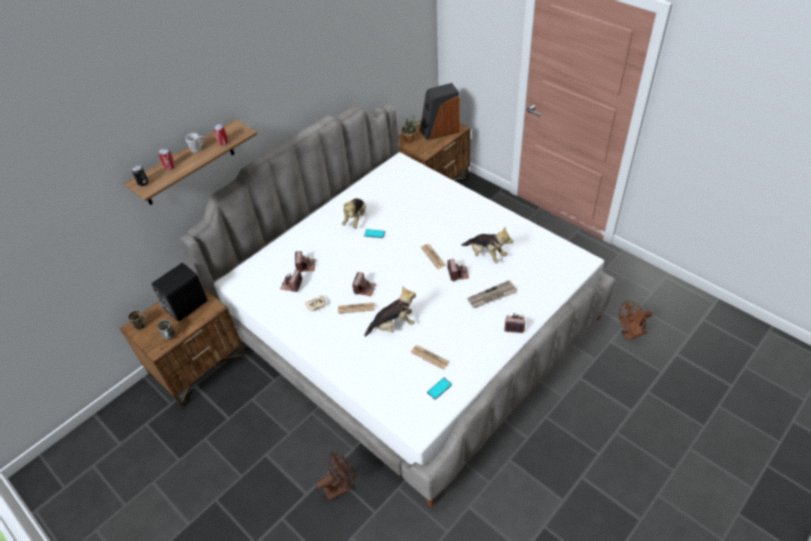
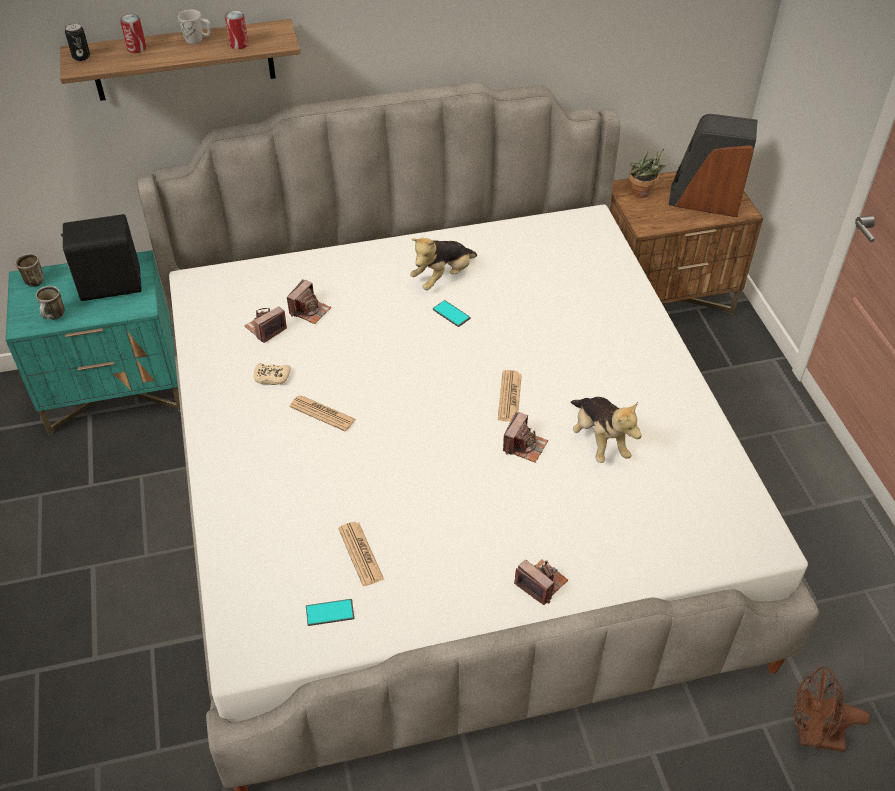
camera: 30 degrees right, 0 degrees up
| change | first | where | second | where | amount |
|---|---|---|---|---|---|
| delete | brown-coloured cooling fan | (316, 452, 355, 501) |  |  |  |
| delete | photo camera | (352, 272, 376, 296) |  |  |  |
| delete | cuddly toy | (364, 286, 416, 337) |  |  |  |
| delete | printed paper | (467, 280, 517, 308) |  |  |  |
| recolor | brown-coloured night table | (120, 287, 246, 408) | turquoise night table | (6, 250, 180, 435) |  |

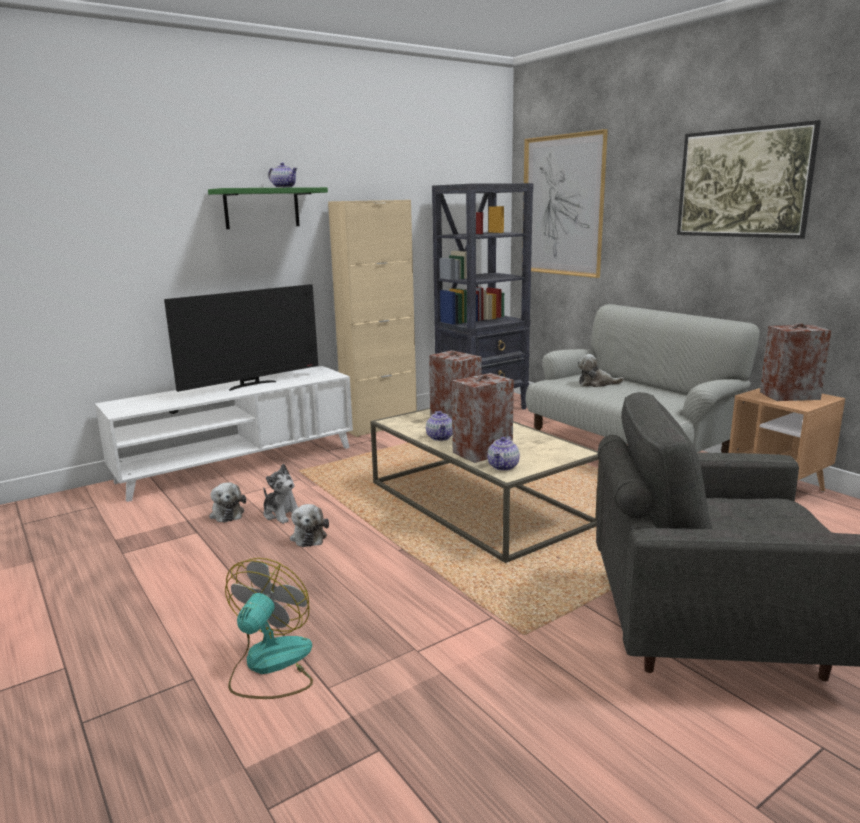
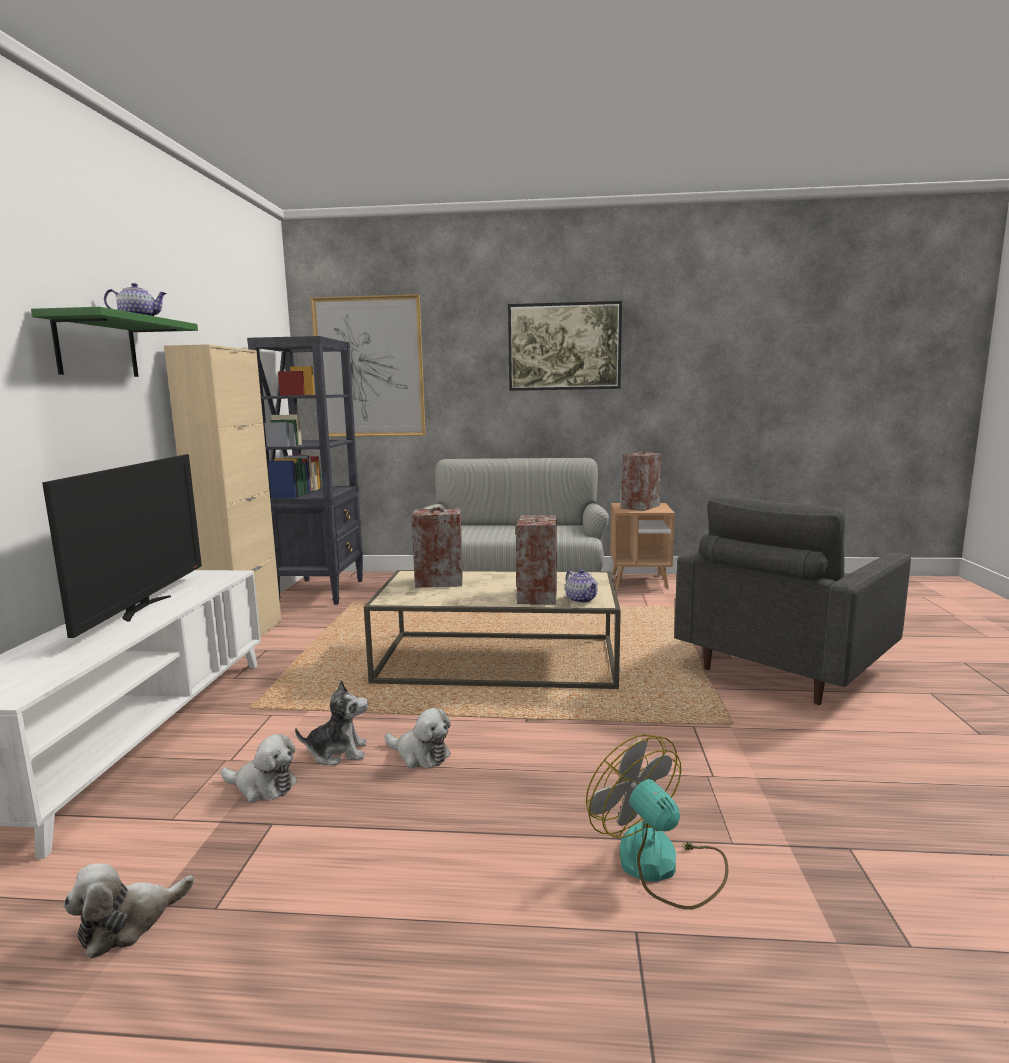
camera: 50 degrees left, 5 degrees down
| change | first | where | second | where | amount |
|---|---|---|---|---|---|
| delete | teapot | (426, 411, 452, 441) |  |  |  |
| move | cuddly toy | (577, 354, 624, 387) |  | (63, 863, 194, 959) |  |

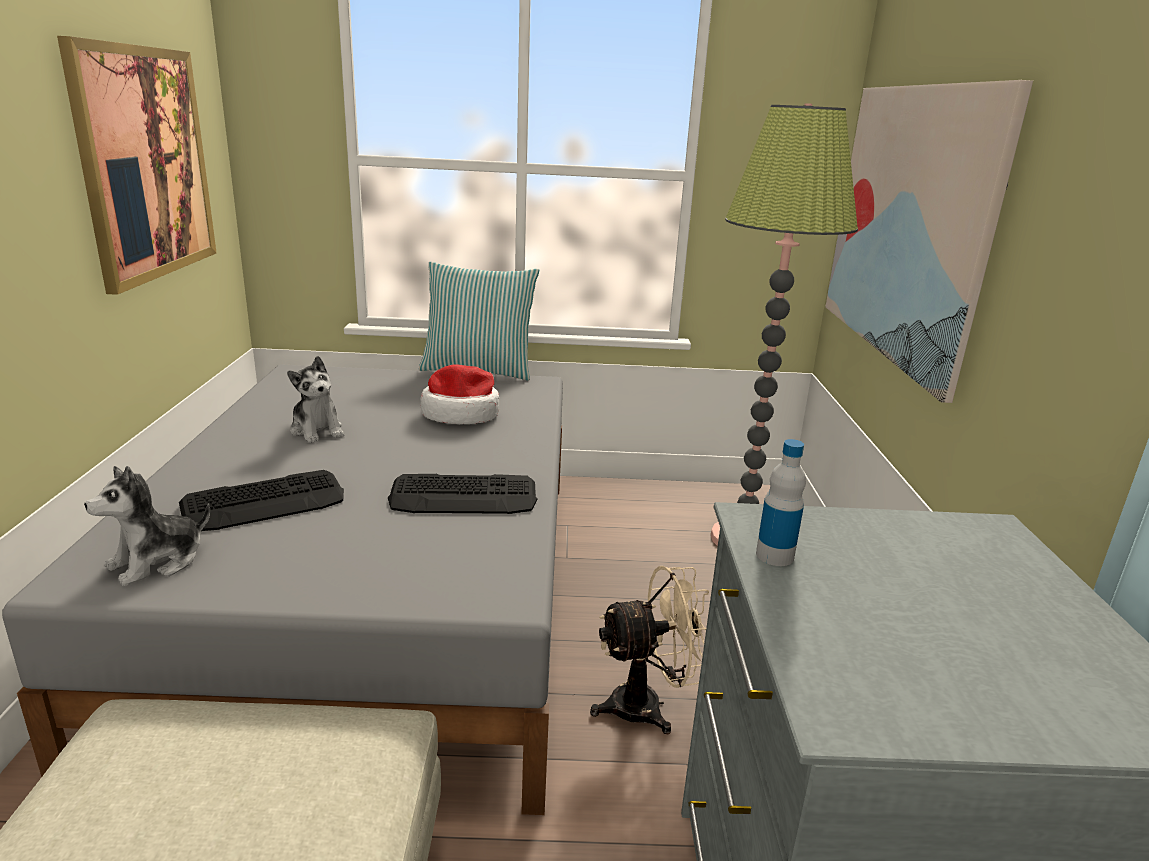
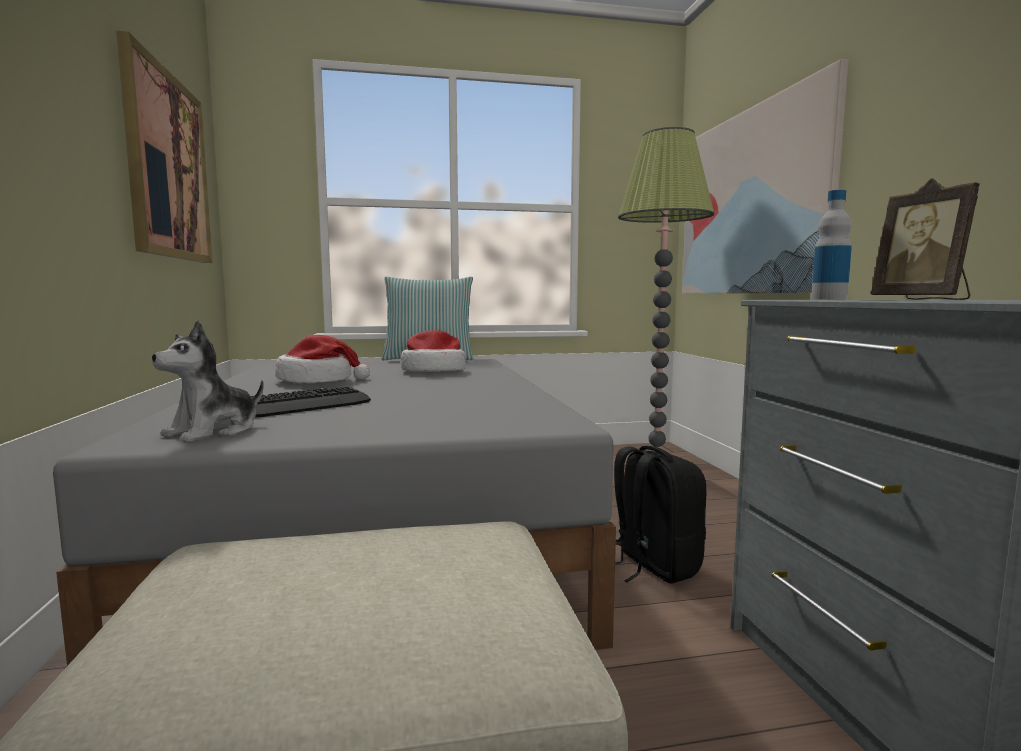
camera: 10 degrees left, 15 degrees down
| change | first | where | second | where | amount |
|---|---|---|---|---|---|
| delete | PC keyboard | (388, 474, 537, 514) |  |  |  |
| insert |  |  | standing frame | (871, 178, 980, 300) |  |
| replace | cuddly toy | (287, 356, 344, 443) | hat | (275, 335, 370, 383) |  |
| replace | sand-coloured cooling fan | (590, 566, 709, 735) | black-coloured rucksack | (614, 446, 706, 584) |  |

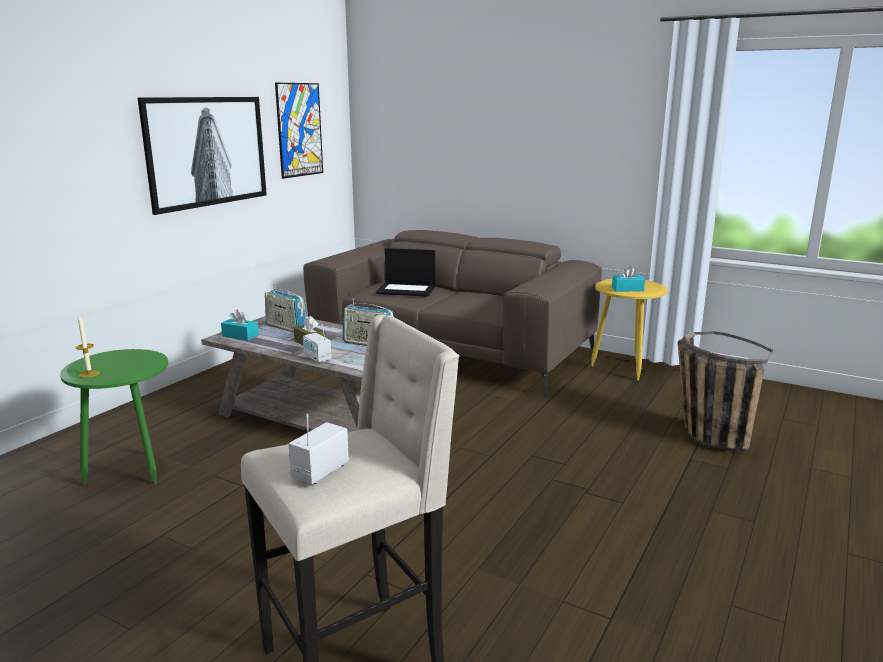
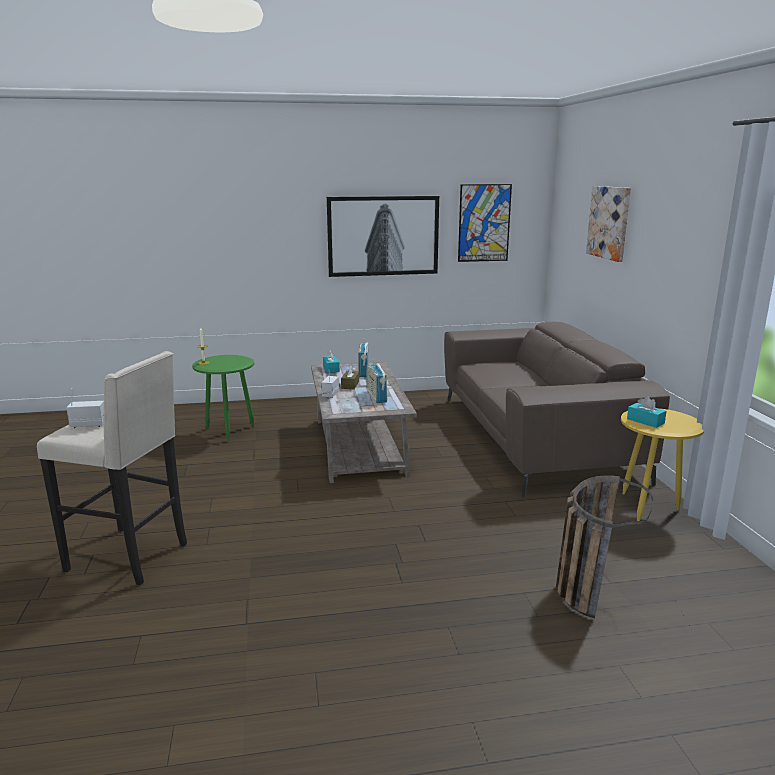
camera: 50 degrees right, 0 degrees up
| change | first | where | second | where | amount |
|---|---|---|---|---|---|
| delete | notebook computer | (376, 248, 435, 297) |  |  |  |
| insert |  |  | picture | (586, 186, 631, 262) |  |

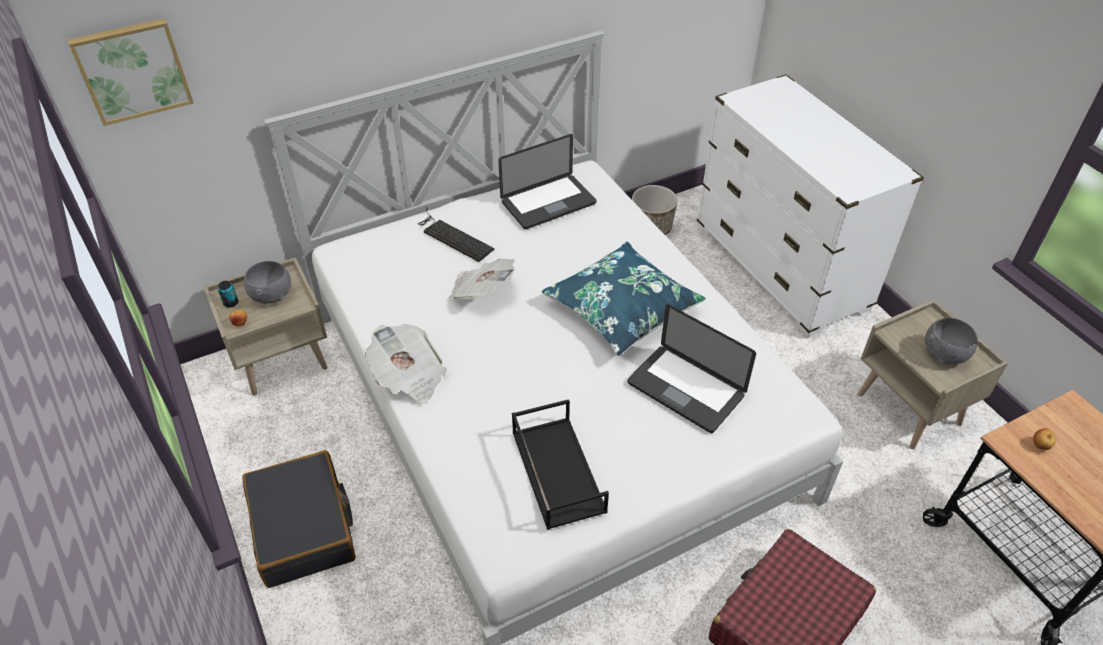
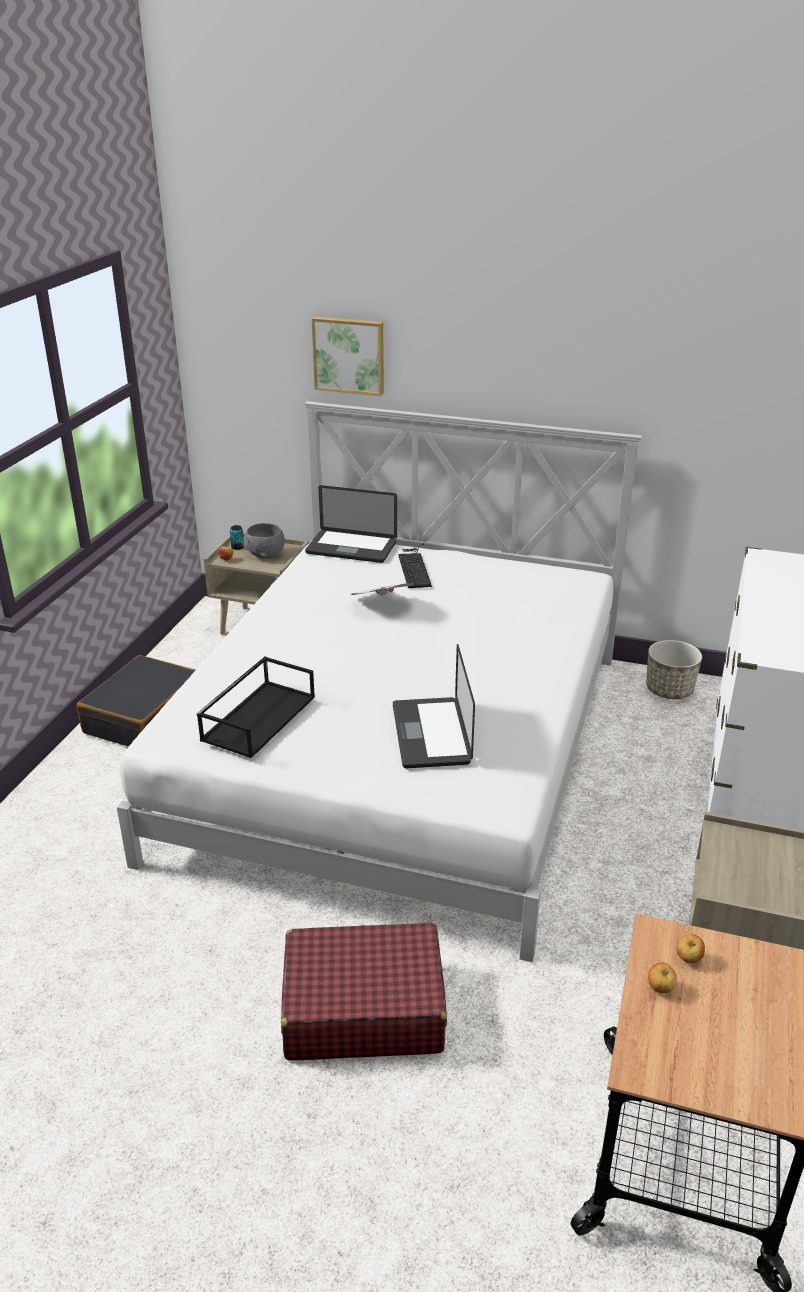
camera: 45 degrees right, 15 degrees down
| change | first | where | second | where | amount |
|---|---|---|---|---|---|
| delete | printed paper | (365, 324, 447, 404) |  |  |  |
| delete | blue-coloured cushion | (542, 242, 706, 356) |  |  |  |
| delete | grey serving bowl | (925, 318, 978, 364) |  |  |  |
| insert |  |  | apple fruit | (648, 963, 676, 993) |  |
| move | picture | (68, 18, 194, 126) |  | (312, 316, 384, 396) |  |
| move | notebook computer | (498, 134, 596, 229) |  | (305, 485, 397, 563) |  |

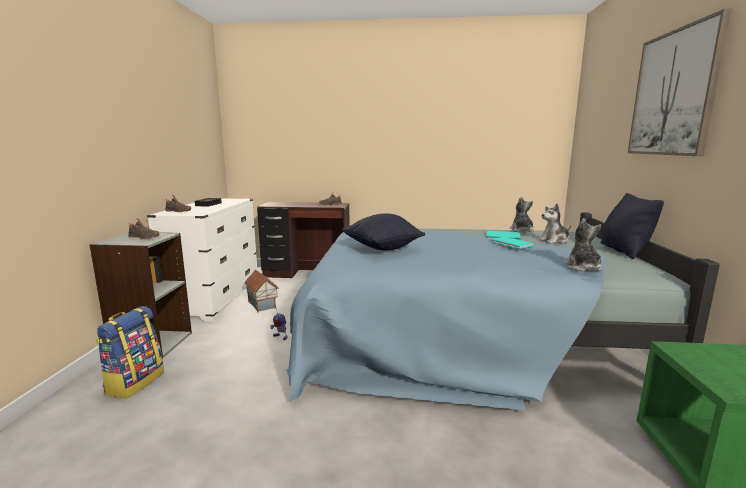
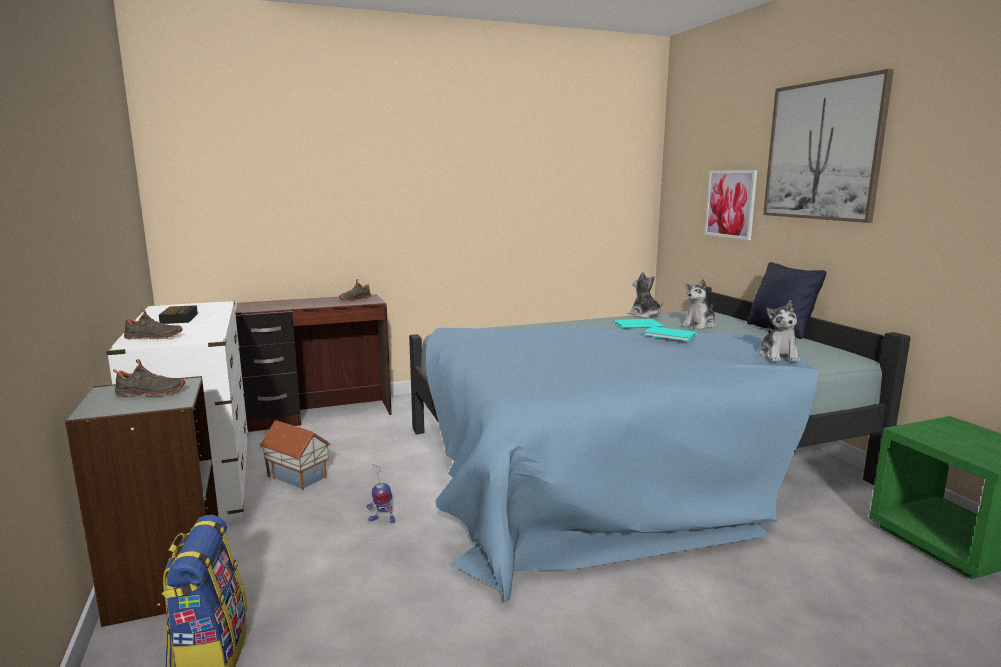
camera: 25 degrees left, 0 degrees up
| change | first | where | second | where | amount |
|---|---|---|---|---|---|
| delete | black-coloured cushion | (342, 213, 425, 250) |  |  |  |
| insert |  |  | picture | (705, 170, 757, 240) |  |
| rotate | cuddly toy | (564, 218, 601, 271) |  | (759, 300, 800, 362) | 150 degrees counterclockwise |

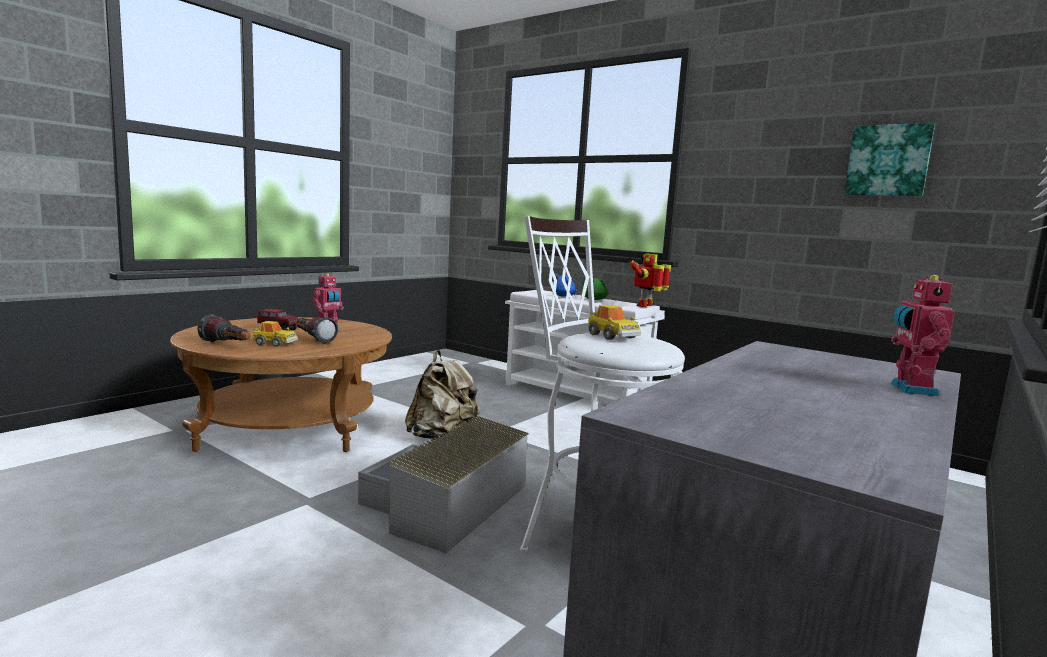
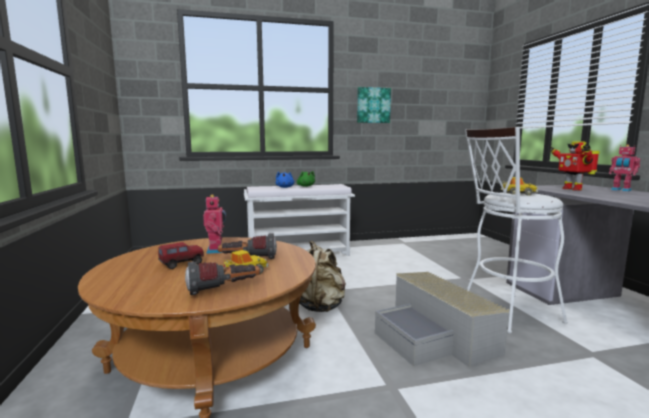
camera: 50 degrees left, 0 degrees up
| change | first | where | second | where | amount |
|---|---|---|---|---|---|
| move | model robot | (629, 254, 671, 307) |  | (550, 142, 600, 191) |  |
| move | picture | (844, 123, 935, 196) |  | (357, 87, 391, 123) |  |

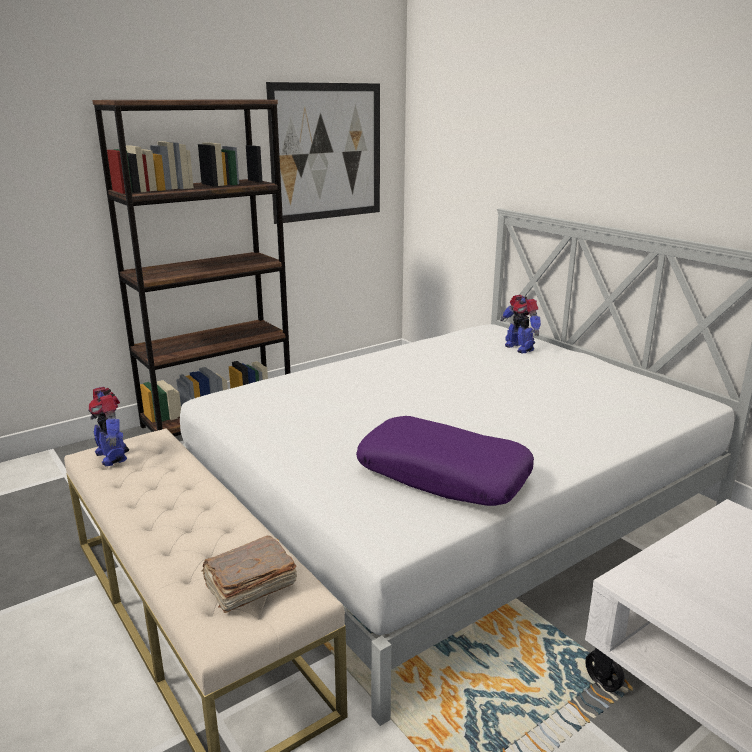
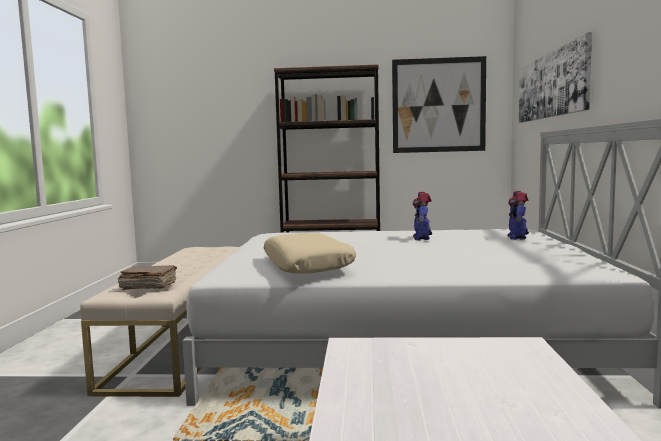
camera: 40 degrees right, 15 degrees down
| change | first | where | second | where | amount |
|---|---|---|---|---|---|
| insert |  |  | picture | (519, 32, 592, 123) |  |
| move | model robot | (88, 387, 129, 466) |  | (413, 192, 432, 240) |  |
| recolor | purplish cushion | (356, 416, 534, 506) | sand-coloured cushion | (264, 233, 356, 274) |  |

